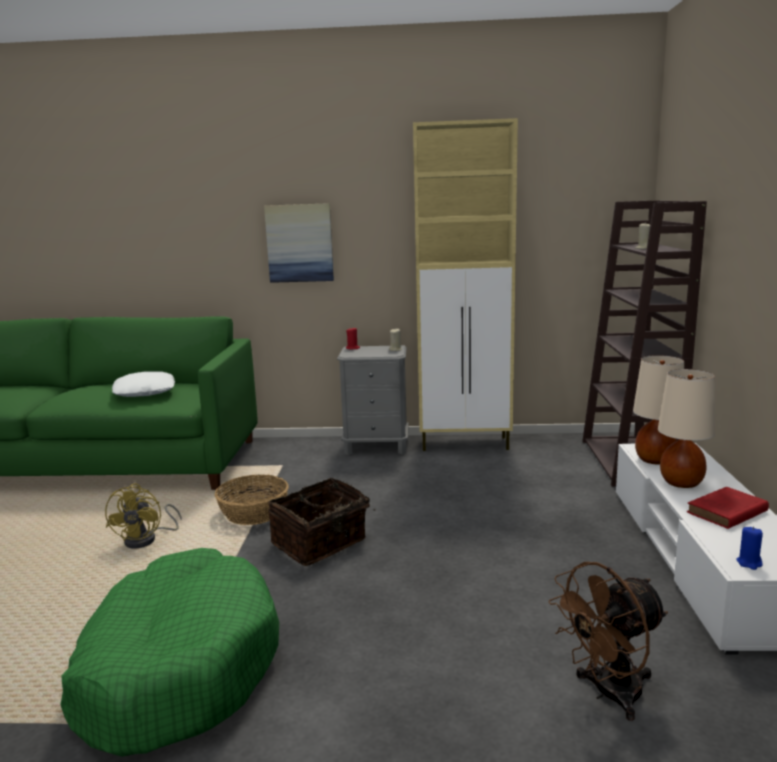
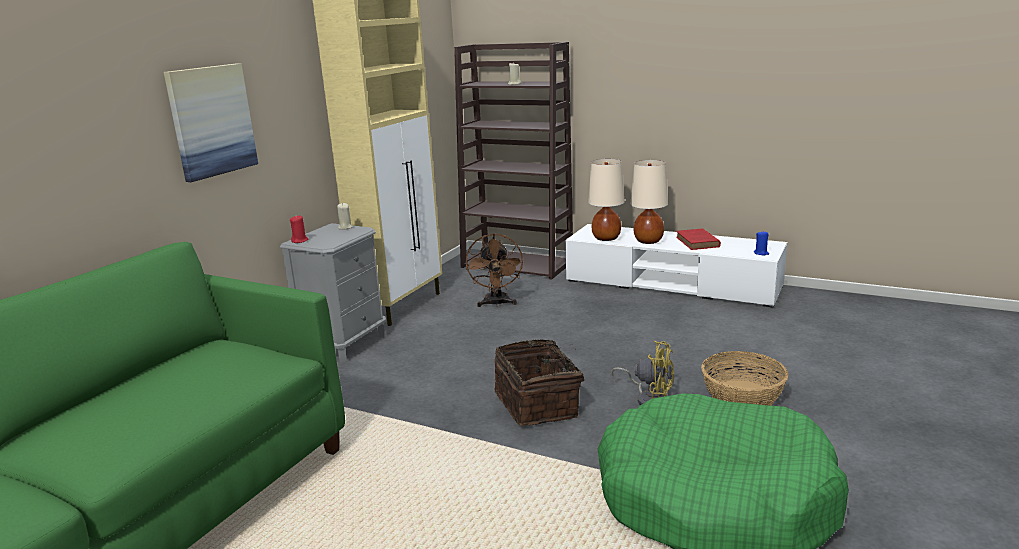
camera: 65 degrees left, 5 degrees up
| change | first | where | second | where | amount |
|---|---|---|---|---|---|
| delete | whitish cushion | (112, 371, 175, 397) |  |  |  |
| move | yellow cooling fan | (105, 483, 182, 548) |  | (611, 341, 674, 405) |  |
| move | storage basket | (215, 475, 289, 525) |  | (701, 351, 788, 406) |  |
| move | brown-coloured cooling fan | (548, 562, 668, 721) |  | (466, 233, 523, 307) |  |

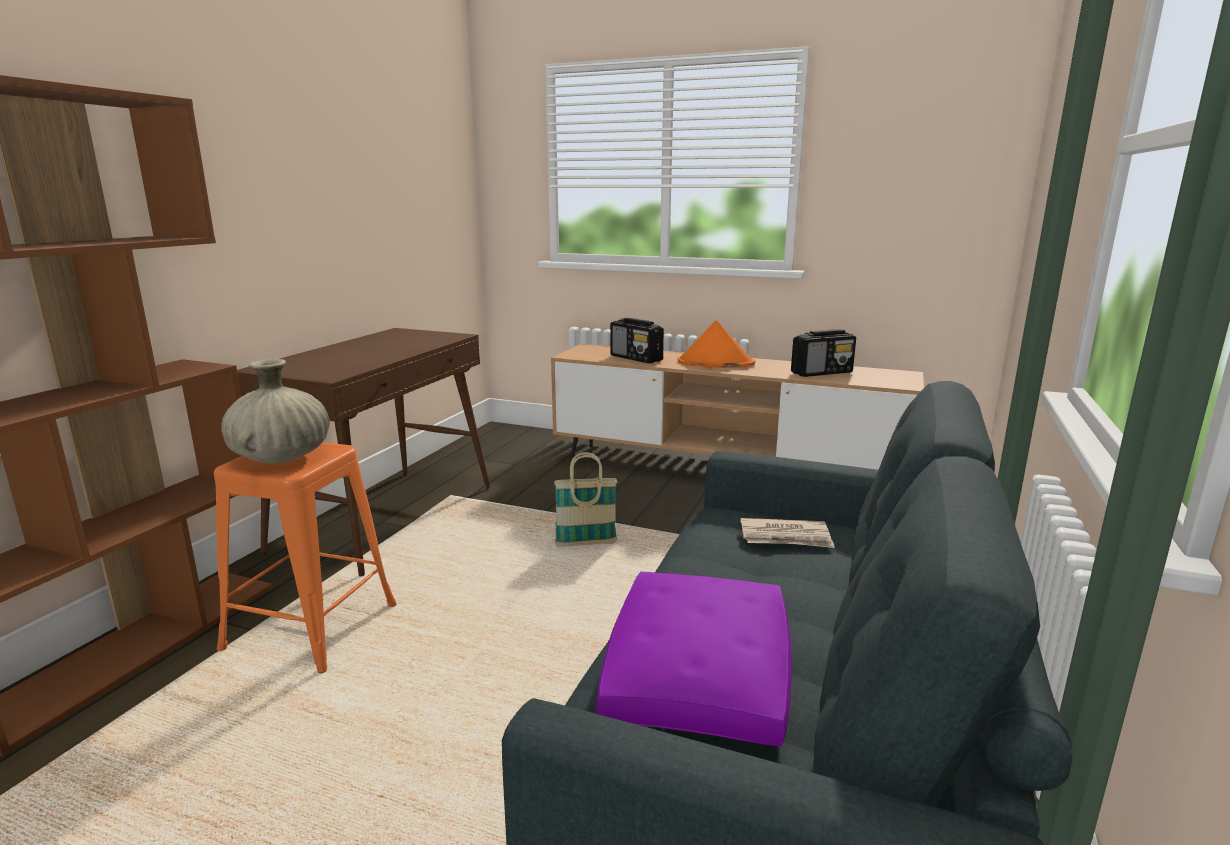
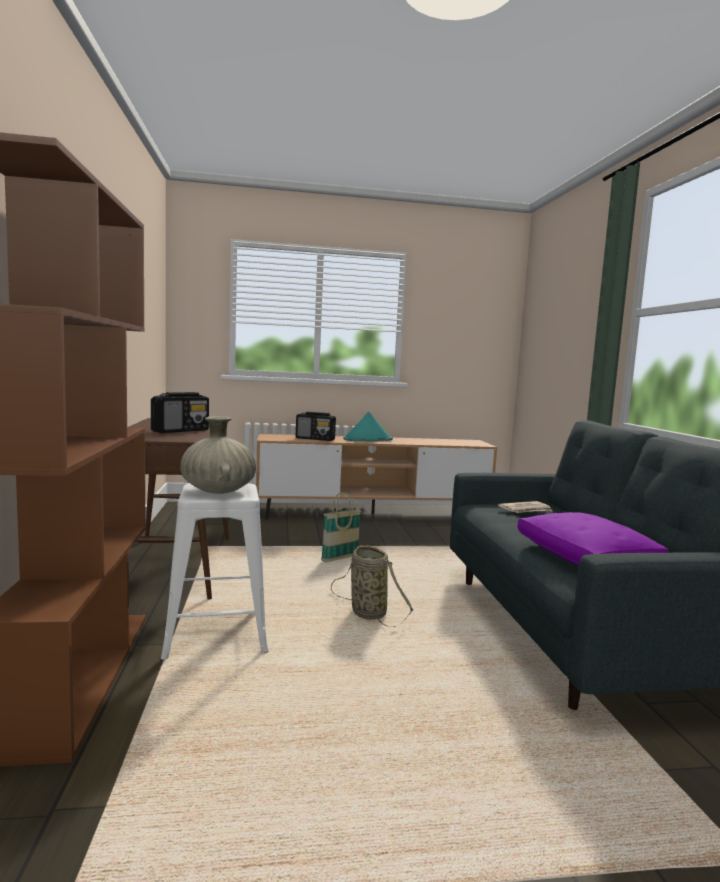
camera: 30 degrees left, 10 degrees down
| change | first | where | second | where | amount |
|---|---|---|---|---|---|
| insert |  |  | storage basket | (331, 545, 413, 627) |  |
| move | radio receiver | (791, 329, 856, 377) |  | (151, 392, 209, 433) |  |
| recolor | orangey stool seat | (214, 442, 397, 673) | whitish stool seat | (160, 483, 268, 662) |  |
| recolor | orangey hat | (678, 320, 755, 368) | turquoise hat | (343, 412, 393, 441) |  |

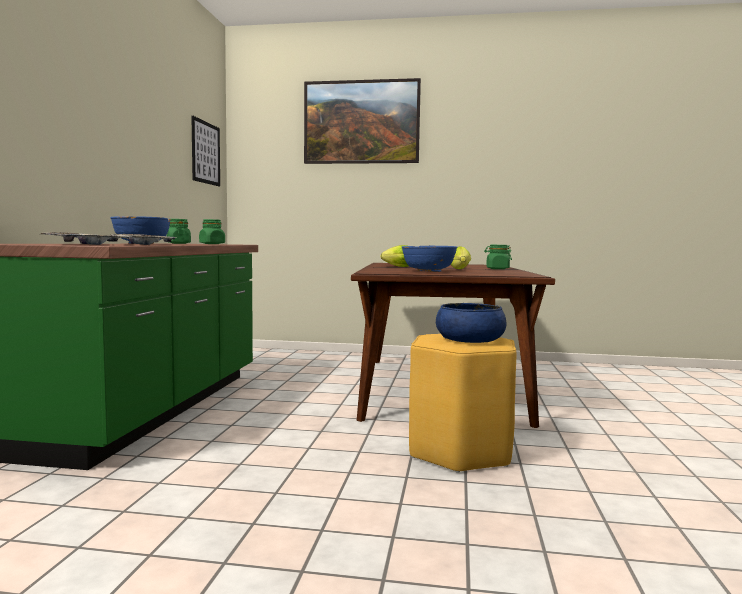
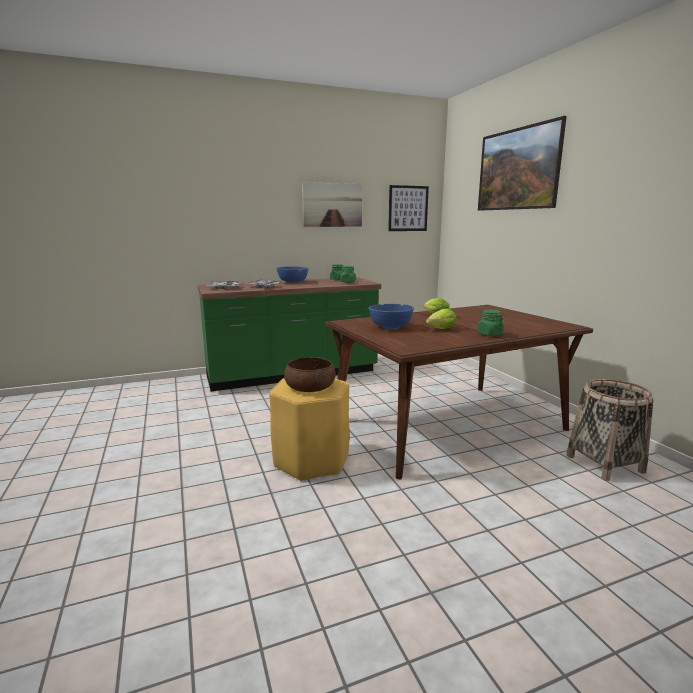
camera: 60 degrees right, 10 degrees up
| change | first | where | second | where | amount |
|---|---|---|---|---|---|
| insert |  |  | picture | (302, 182, 362, 227) |  |
| insert |  |  | storage basket | (566, 379, 653, 481) |  |
| recolor | blue-coloured serving bowl | (436, 303, 507, 343) | brown-coloured serving bowl | (284, 357, 336, 392) |  |

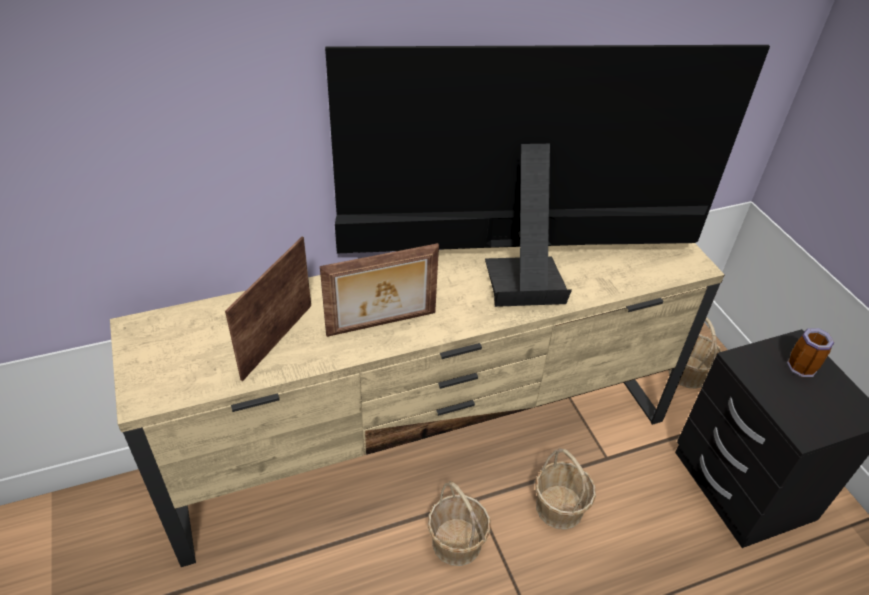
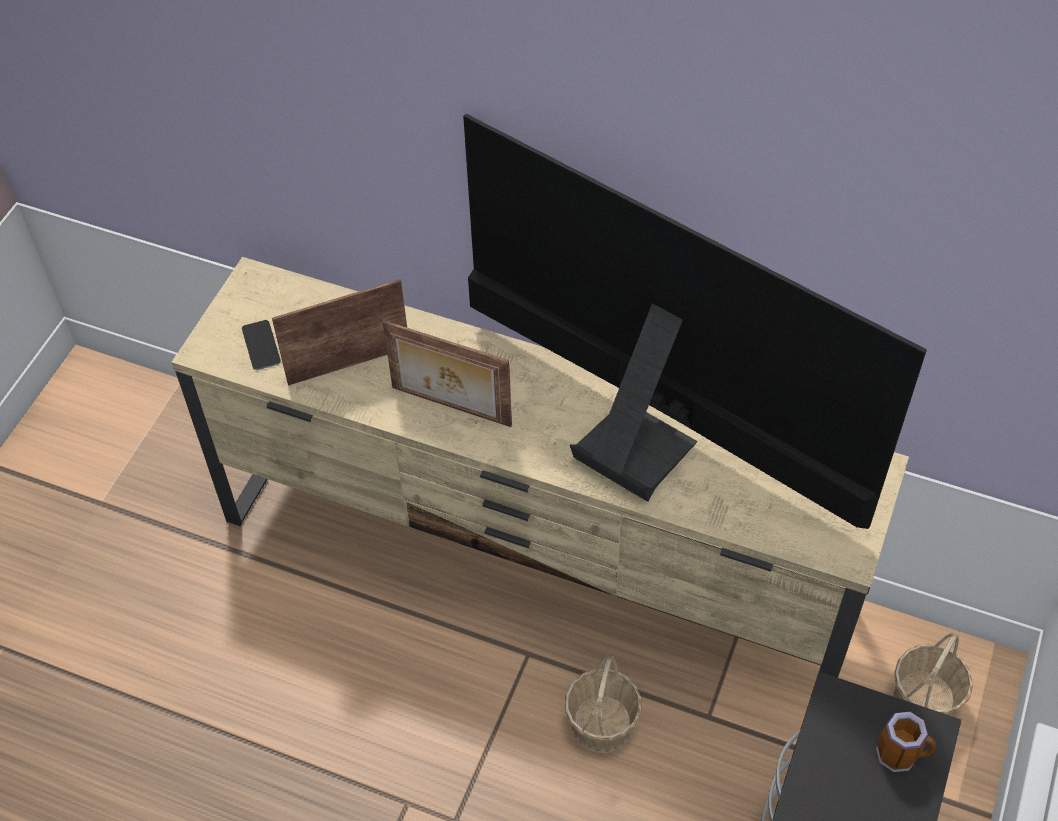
camera: 45 degrees right, 10 degrees up
| change | first | where | second | where | amount |
|---|---|---|---|---|---|
| delete | storage basket | (428, 481, 491, 566) |  |  |  |
| insert |  |  | phone | (242, 320, 281, 370) |  |

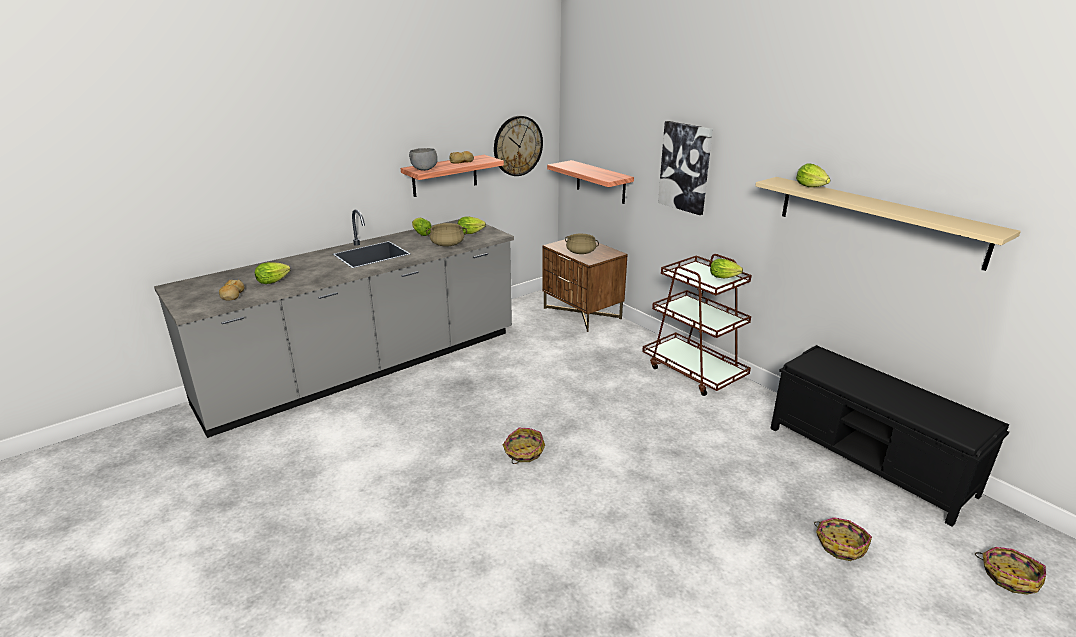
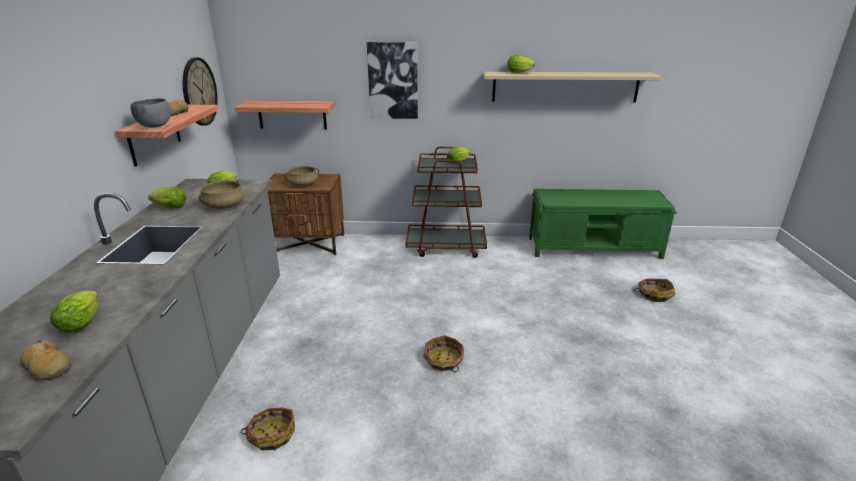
camera: 50 degrees left, 0 degrees up
| change | first | where | second | where | amount |
|---|---|---|---|---|---|
| move | storage basket | (975, 547, 1046, 594) |  | (240, 408, 295, 450) |  |
| recolor | black-coloured bench | (770, 345, 1009, 526) | green-coloured bench | (529, 189, 677, 259) |  |

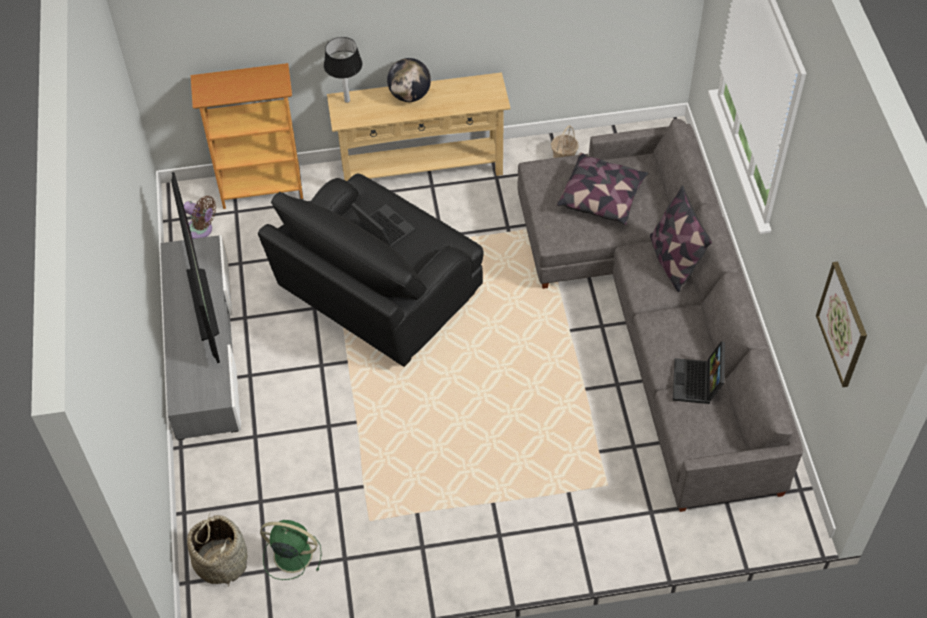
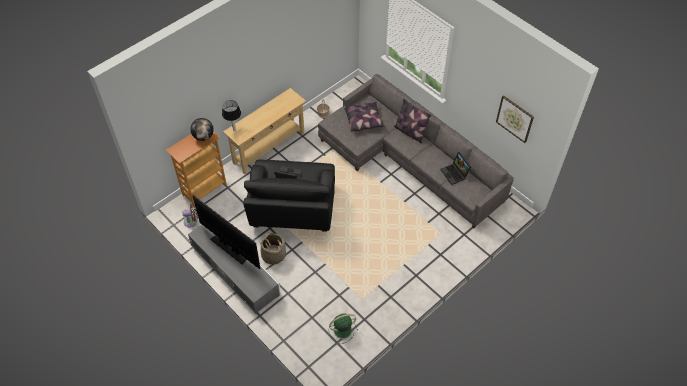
camera: 35 degrees left, 0 degrees up
| change | first | where | second | where | amount |
|---|---|---|---|---|---|
| move | storage basket | (187, 513, 247, 587) |  | (260, 233, 286, 264) |  |
| move | desk globe | (387, 58, 431, 102) |  | (190, 118, 214, 141) |  |

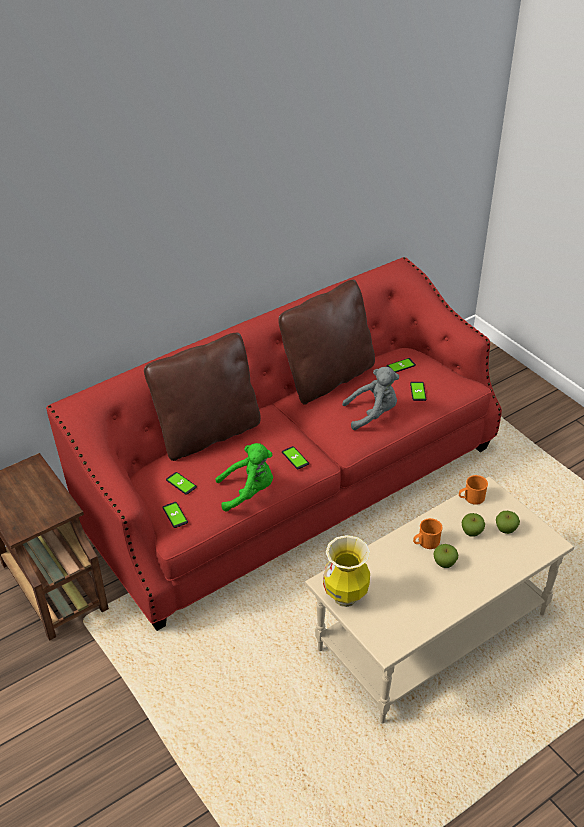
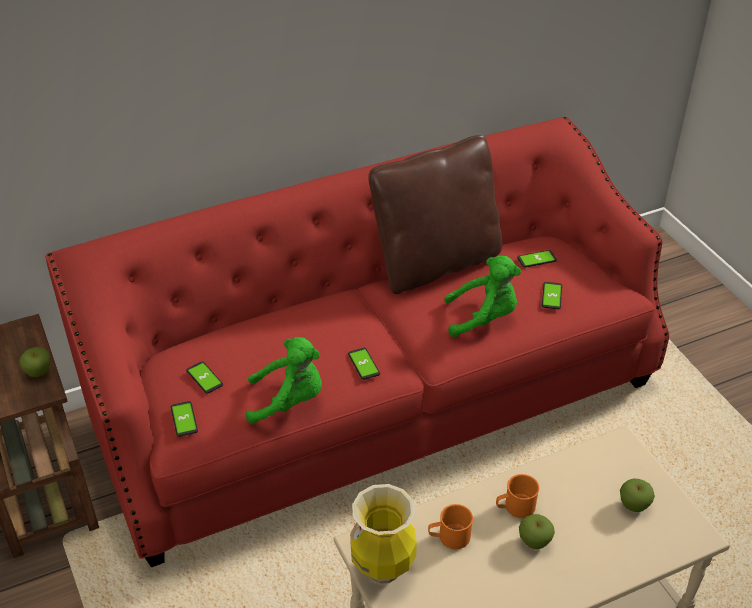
camera: 10 degrees right, 0 degrees up
| change | first | where | second | where | amount |
|---|---|---|---|---|---|
| delete | brown-coloured cushion | (144, 333, 261, 461) |  |  |  |
| move | orangey tea mug | (459, 475, 488, 505) |  | (428, 504, 473, 549) |  |
| move | apple fruit | (462, 513, 485, 537) |  | (19, 347, 51, 377) |  |
| recolor | grey cuddly toy | (342, 367, 399, 430) | green-coloured cuddly toy | (444, 256, 521, 337) |  |

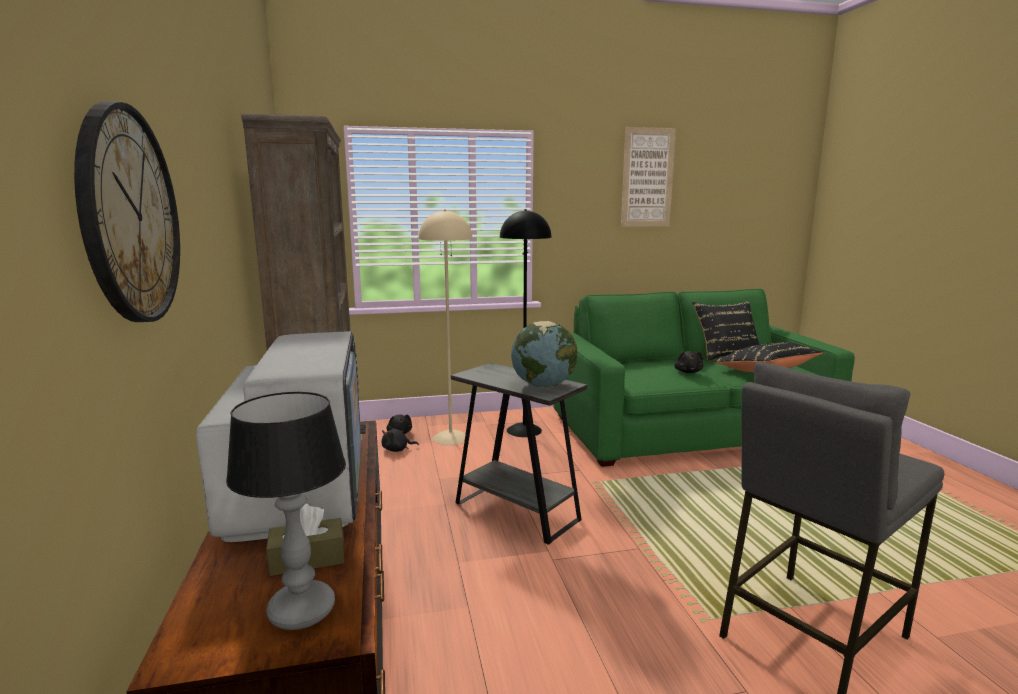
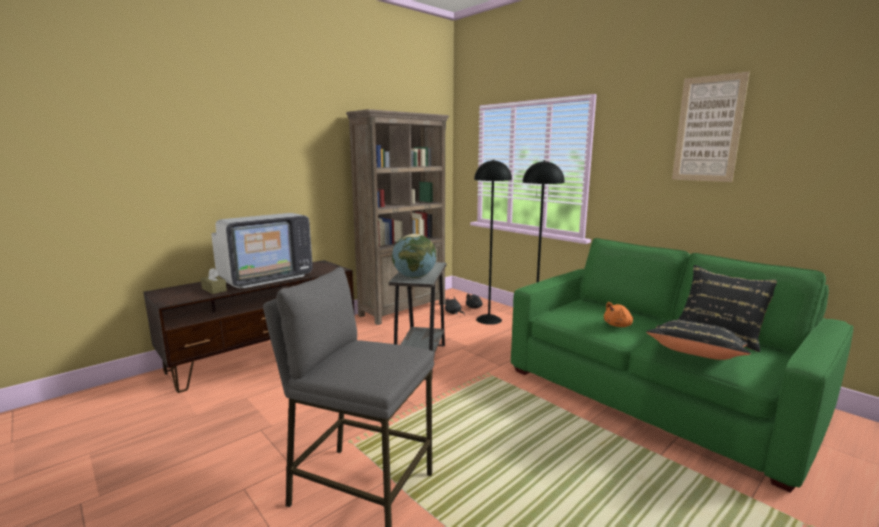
camera: 60 degrees right, 0 degrees up
| change | first | where | second | where | amount |
|---|---|---|---|---|---|
| delete | wall clock | (74, 101, 180, 322) |  |  |  |
| delete | lamp for a table | (226, 392, 346, 630) |  |  |  |
| recolor | sand-coloured floor lamp | (419, 209, 473, 445) | black-coloured floor lamp | (474, 159, 512, 325) |  |
| recolor | black-coloured cuddly toy | (674, 351, 703, 373) | orangey cuddly toy | (604, 302, 633, 327) |  |

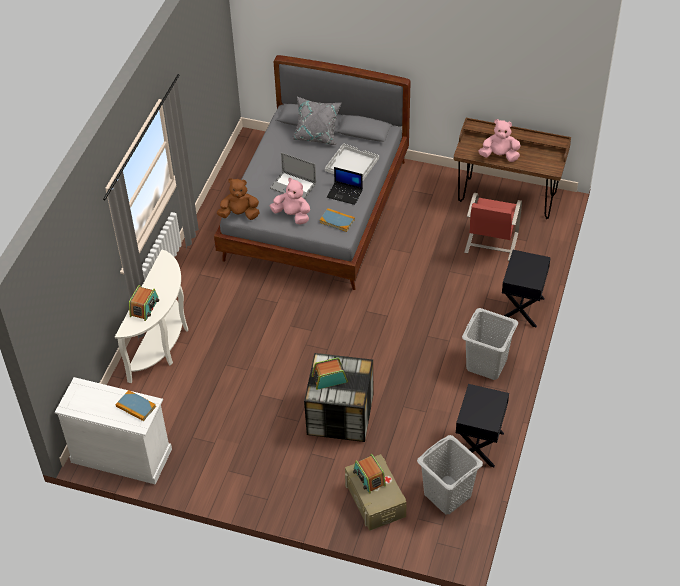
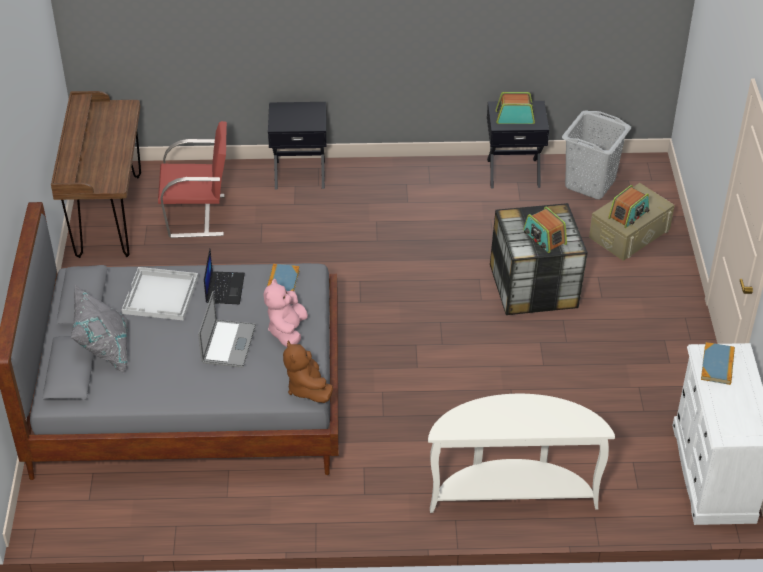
camera: 110 degrees left, 5 degrees down
| change | first | where | second | where | amount |
|---|---|---|---|---|---|
| delete | grey washing basket | (462, 308, 518, 380) |  |  |  |
| delete | pinkish cuddly toy | (478, 119, 521, 162) |  |  |  |
| move | radio receiver | (129, 285, 159, 321) |  | (496, 92, 535, 124) |  |

